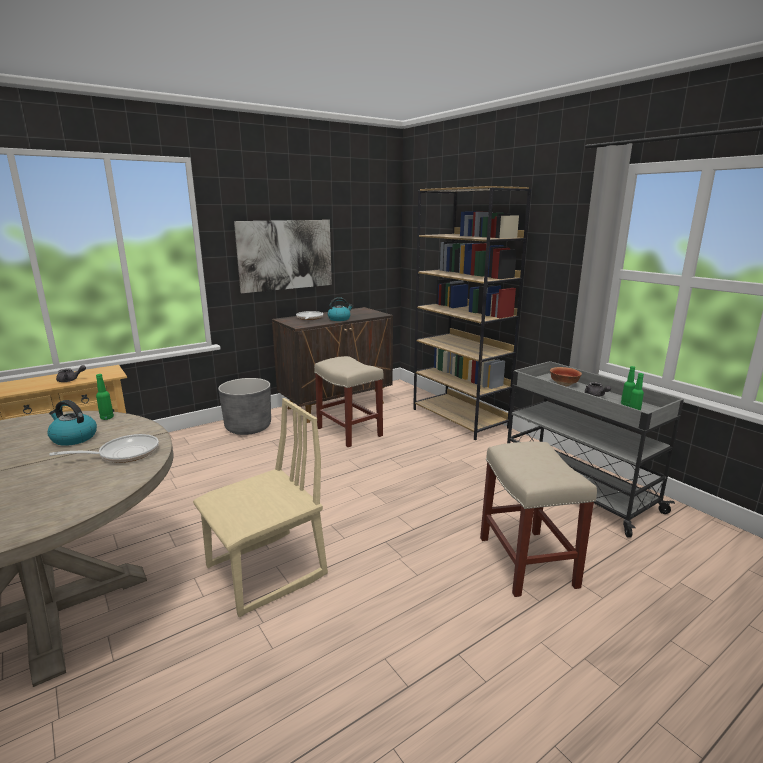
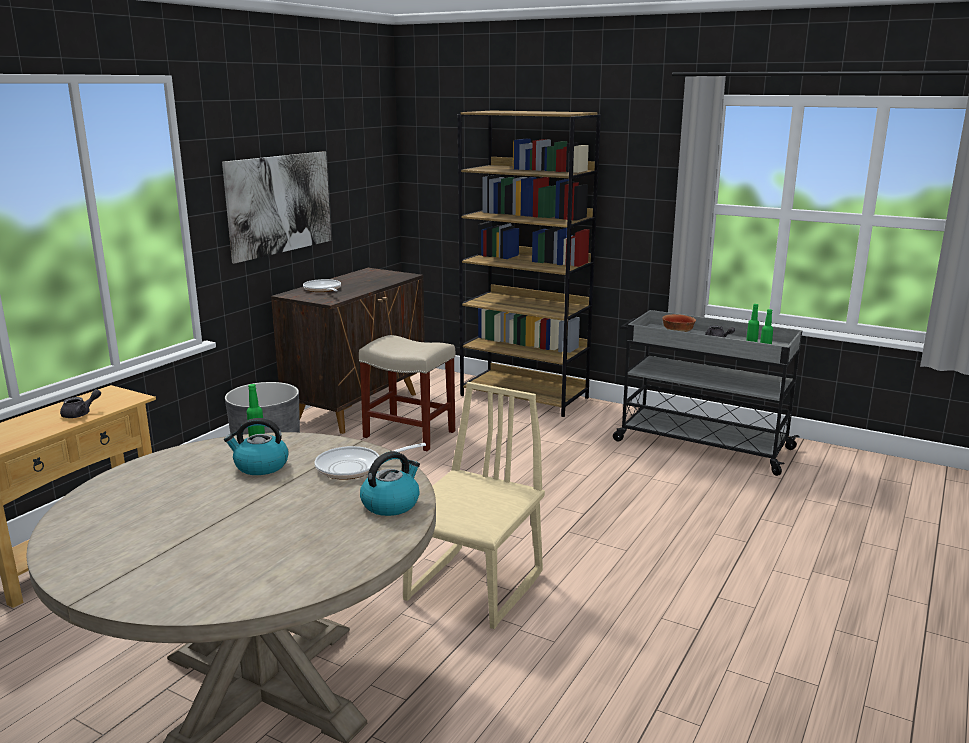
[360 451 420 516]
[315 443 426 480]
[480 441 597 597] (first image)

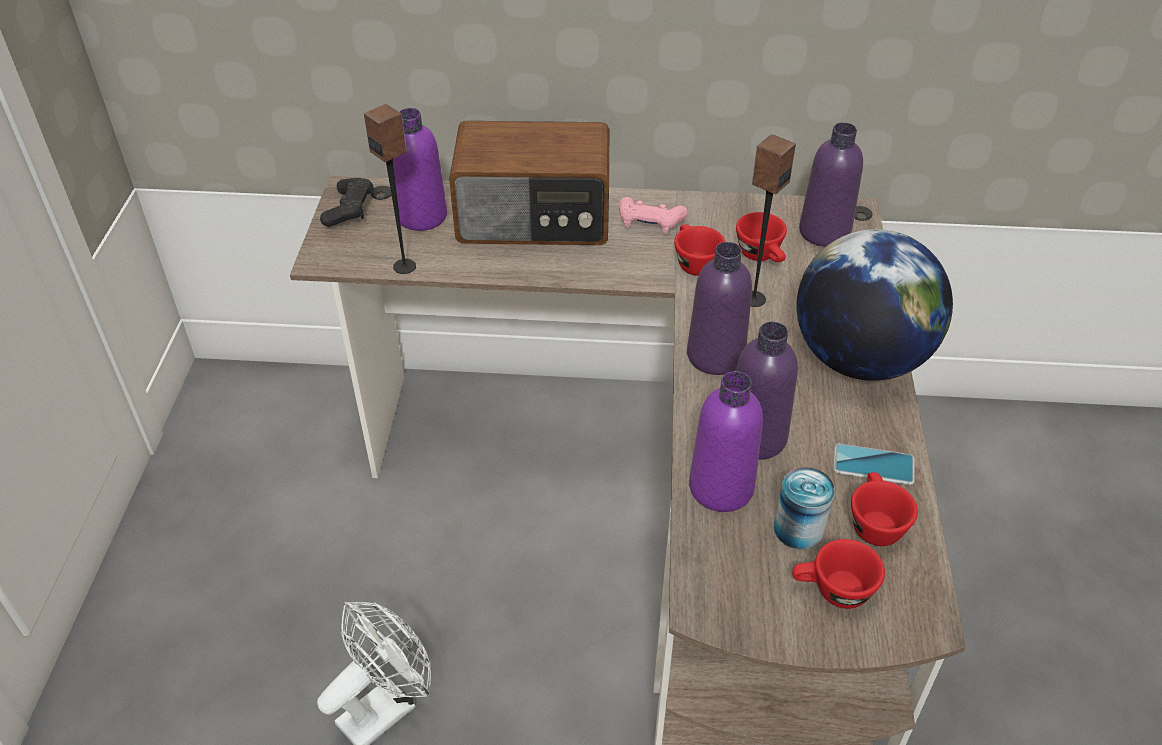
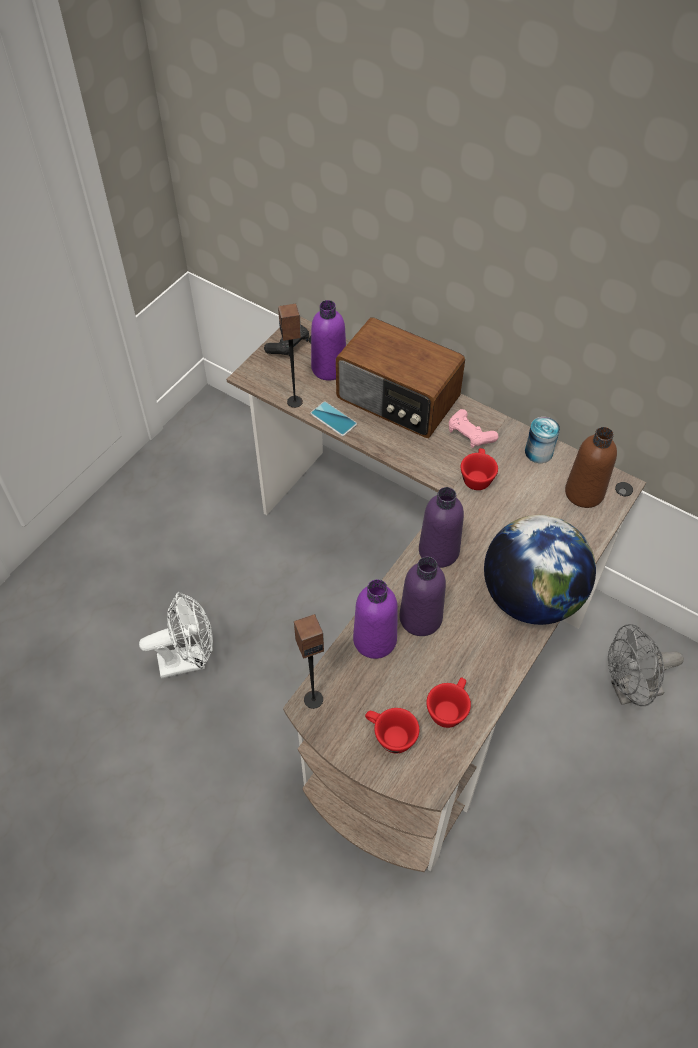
[565 427 617 508]
[294 614 324 709]
[736 212 787 262] (first image)
[310 402 357 436]
[525 417 560 463]
[608 624 684 706]

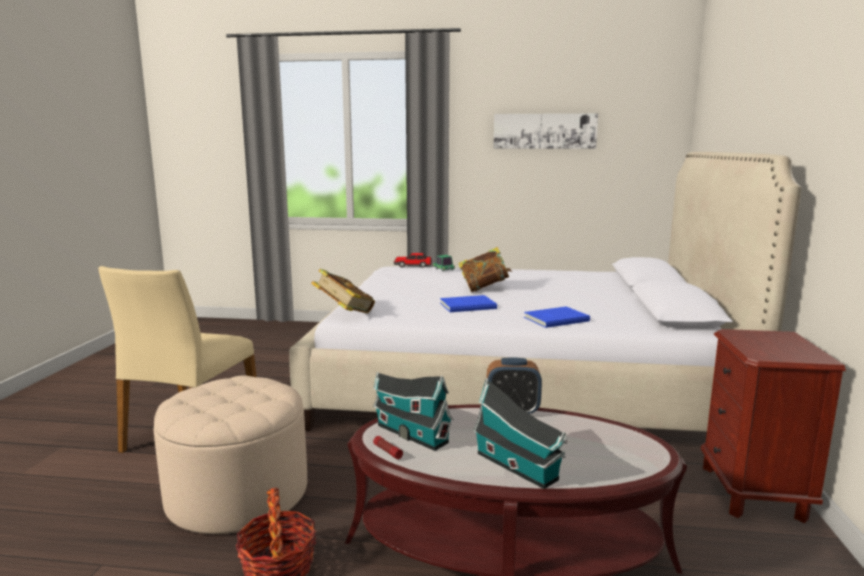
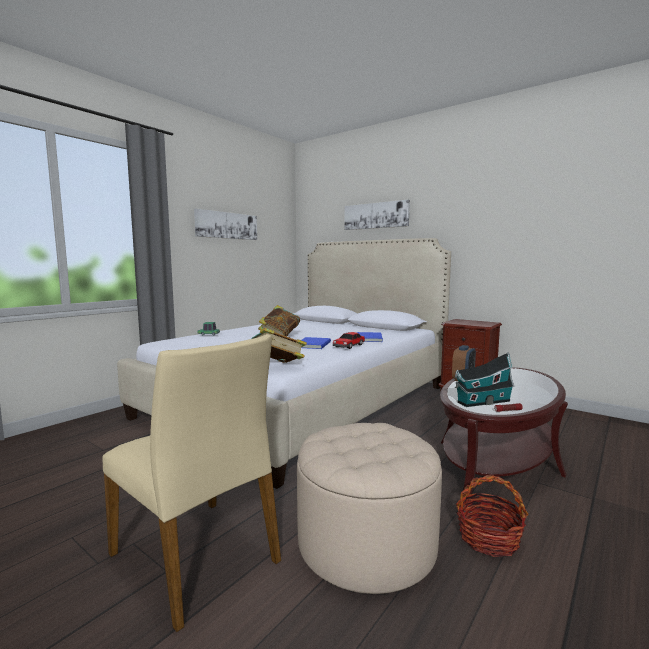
[333 332 365 349]
[473 378 567 489] (first image)
[344 199 410 230]

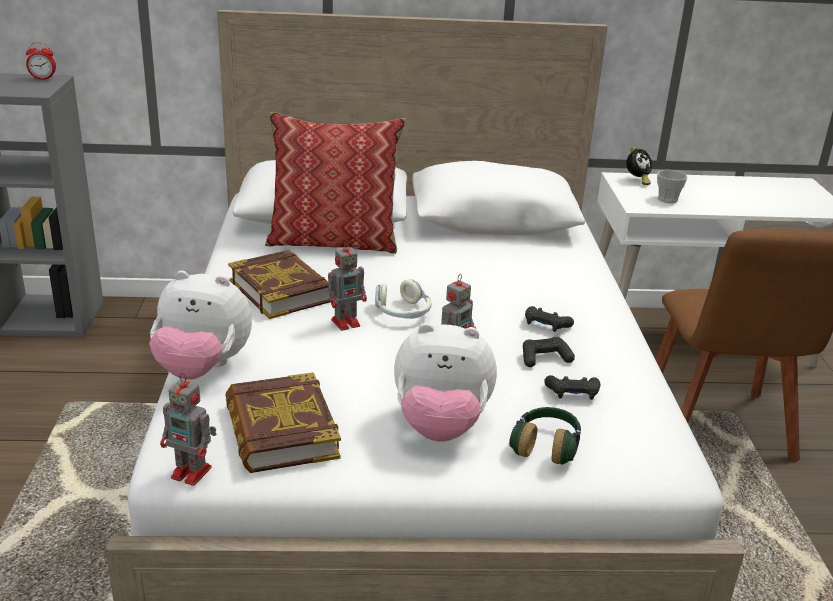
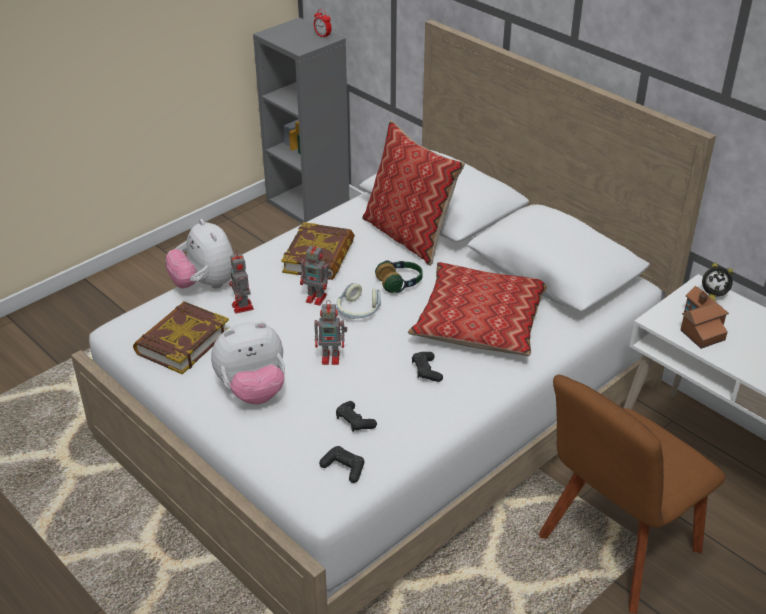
[681 286 729 349]
[211 322 285 404]
[319 446 364 483]
[229 251 254 314]
[375 261 423 293]
[408 262 547 356]

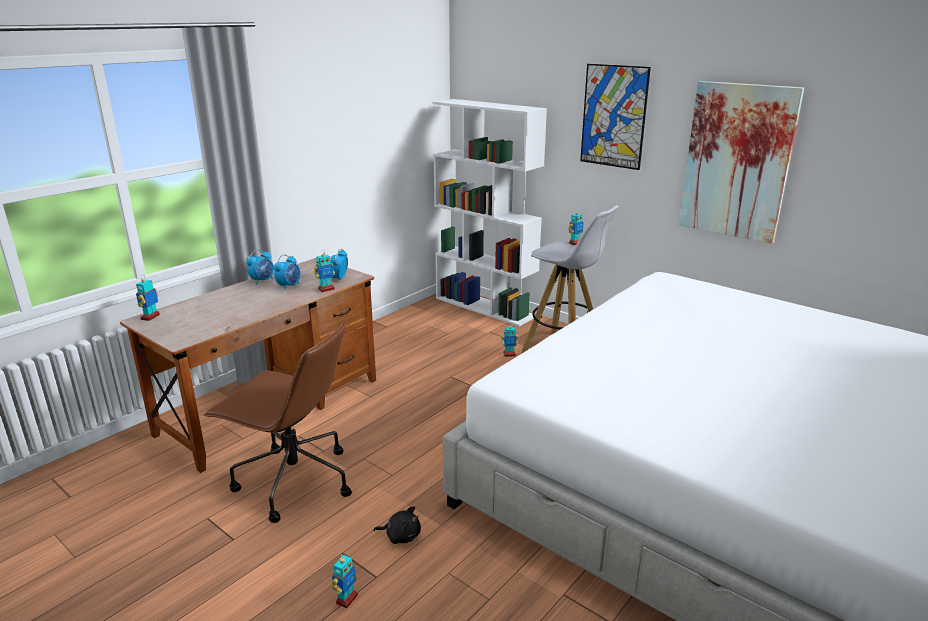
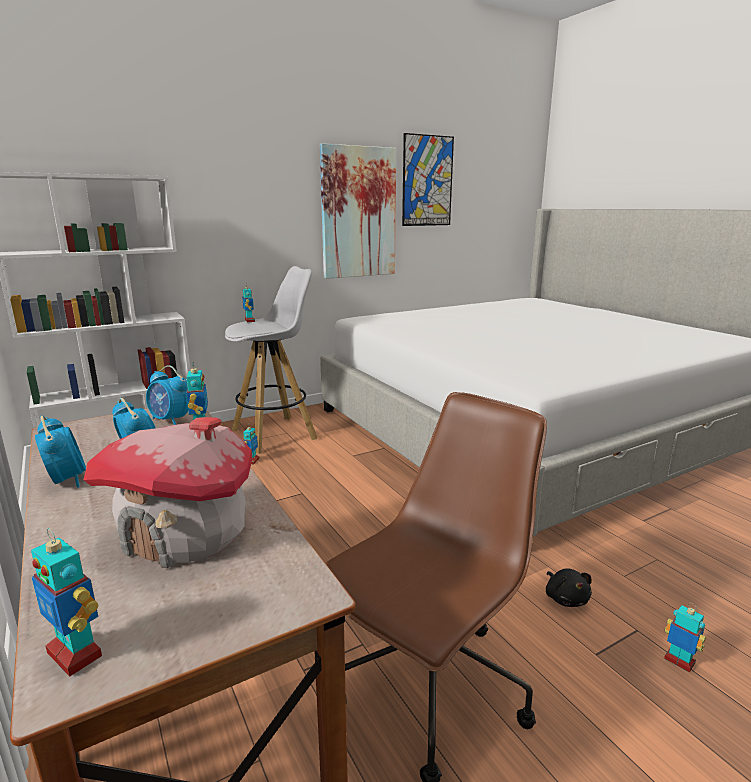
[402 133 454 226]
[546 568 592 607]
[84 417 253 568]

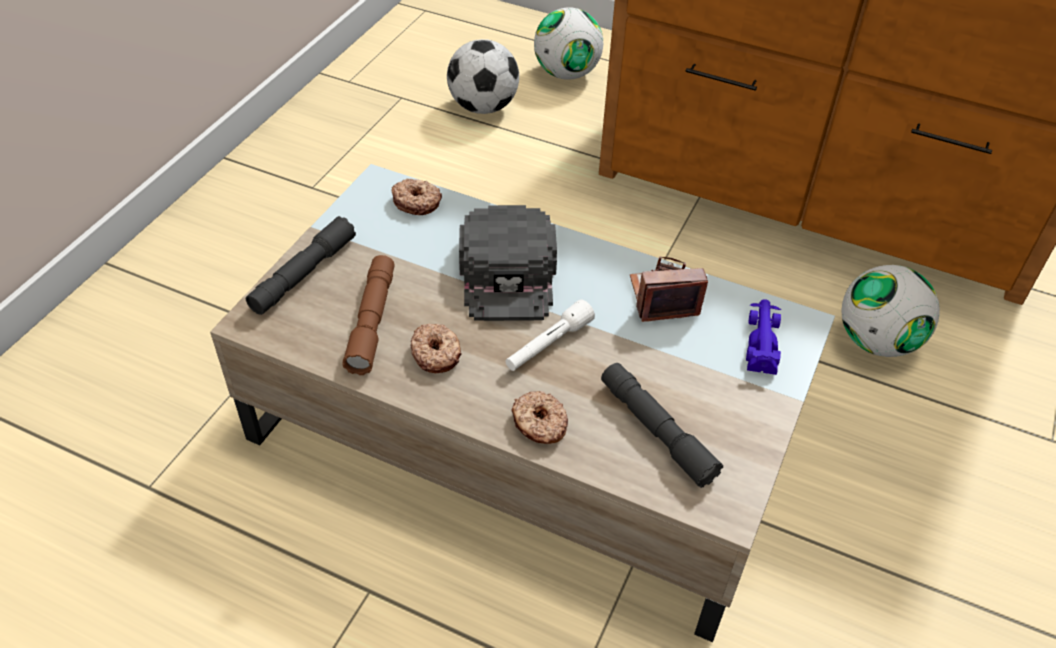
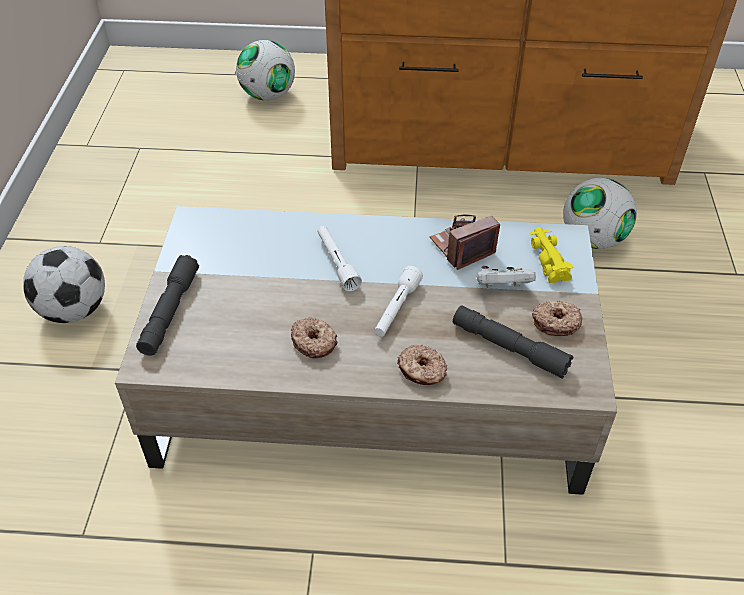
[23 246 105 323]
[532 300 582 336]
[317 226 362 291]
[342 255 395 375] (first image)
[529 227 573 283]
[477 266 536 288]

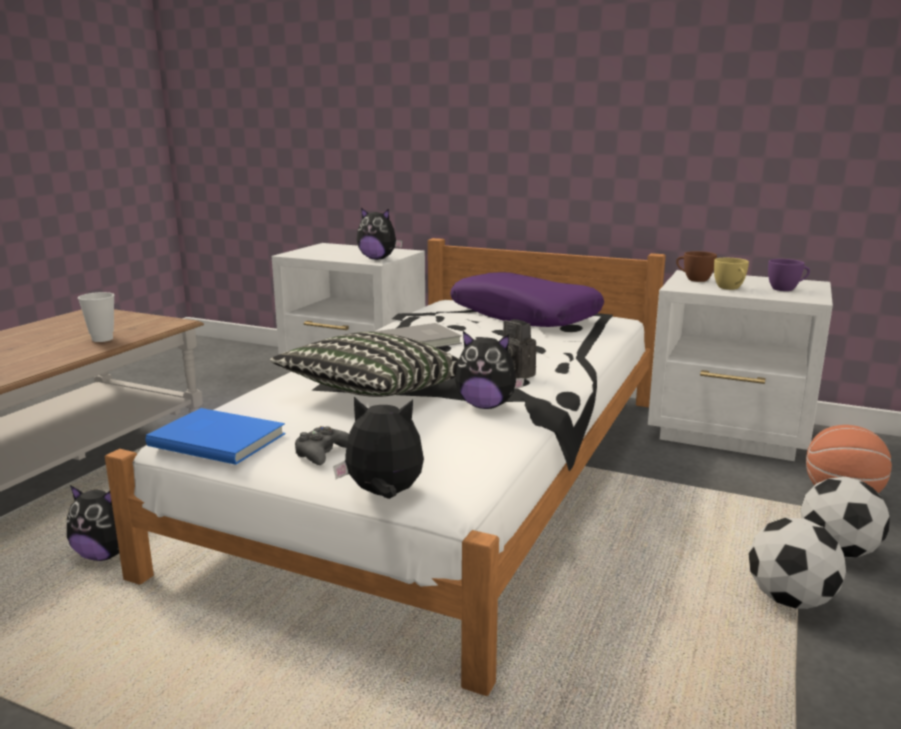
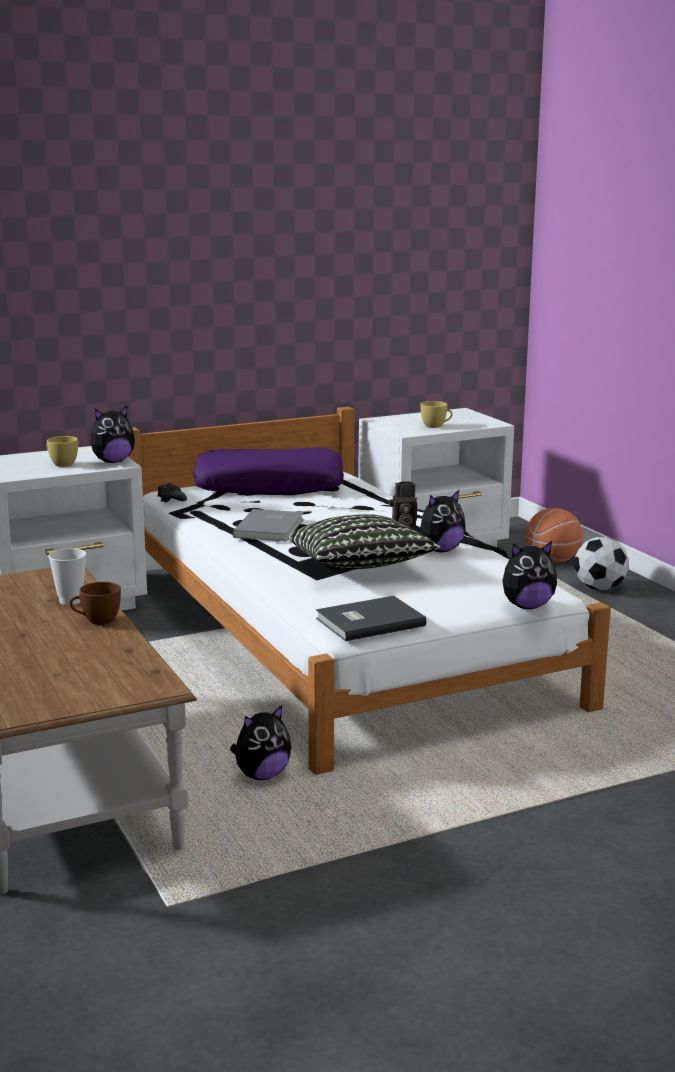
[69 582 121 625]
[768 259 810 291] (first image)
[503 541 557 609]
[316 596 426 641]
[157 483 187 502]
[749 518 846 609] (first image)
[46 436 78 467]

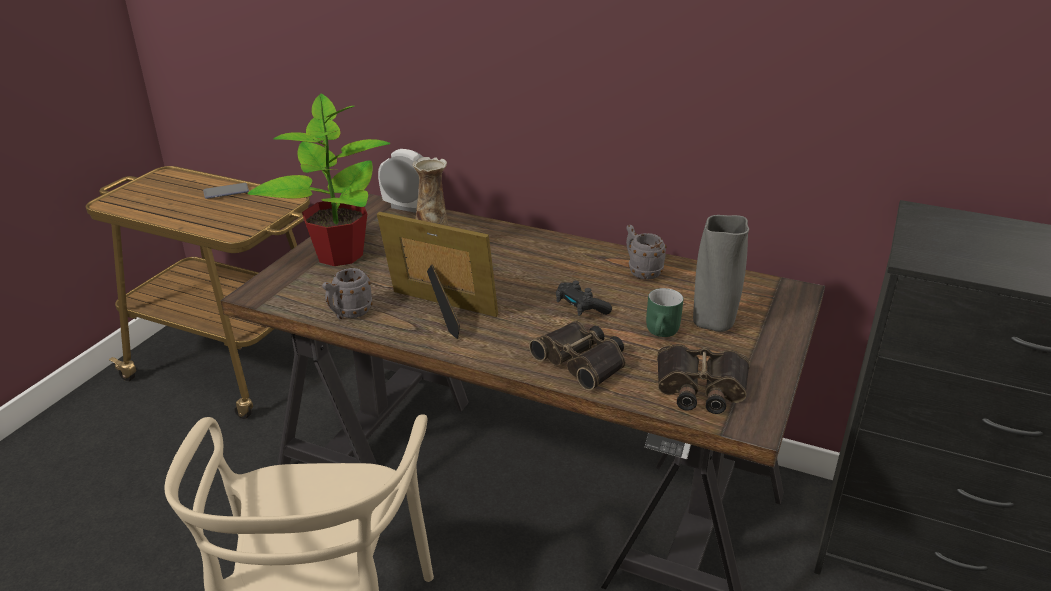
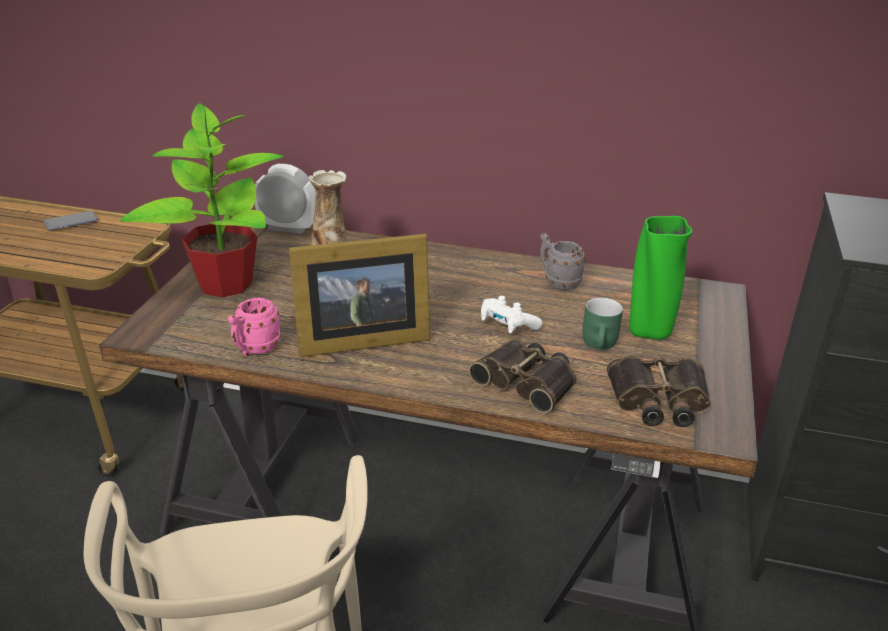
[289 234 430 357]
[629 216 692 340]
[228 297 281 357]
[481 296 542 333]

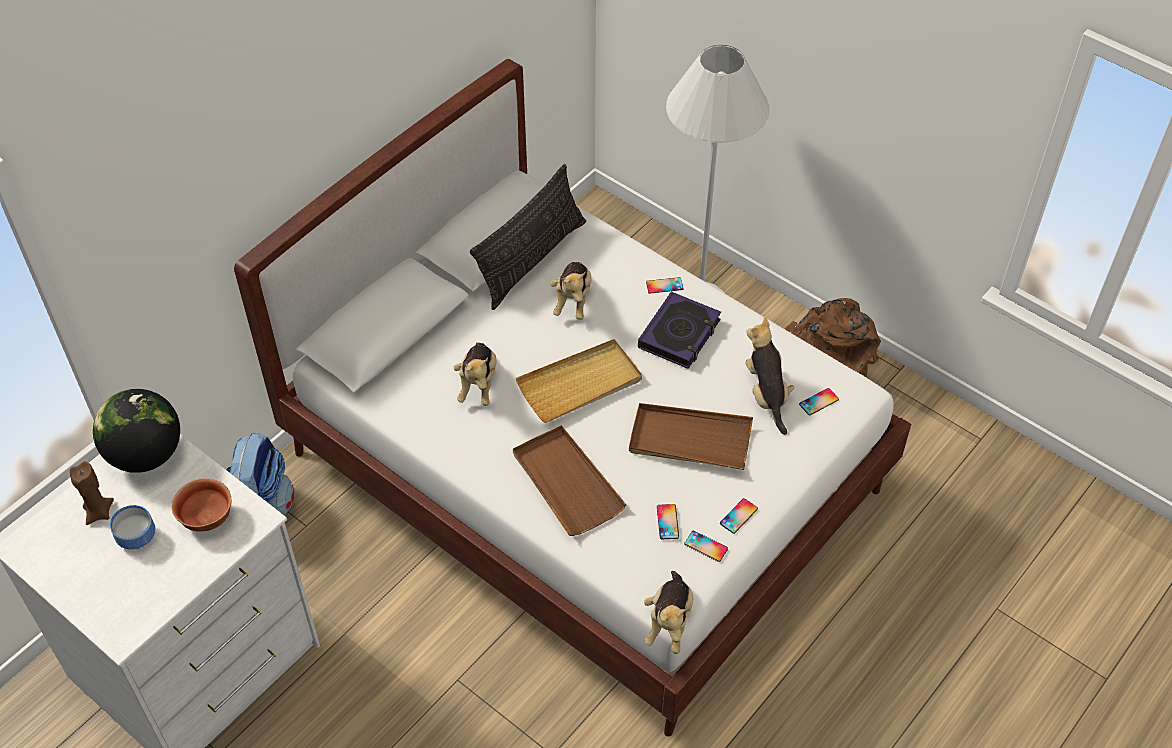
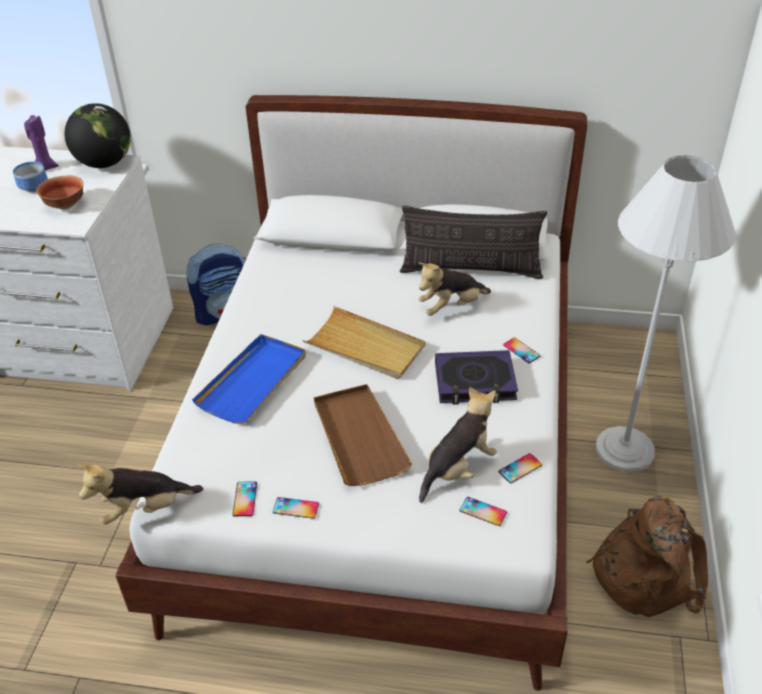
[454 342 497 406] (first image)
[192 334 306 424]
[24 115 59 171]
[499 453 542 483]

